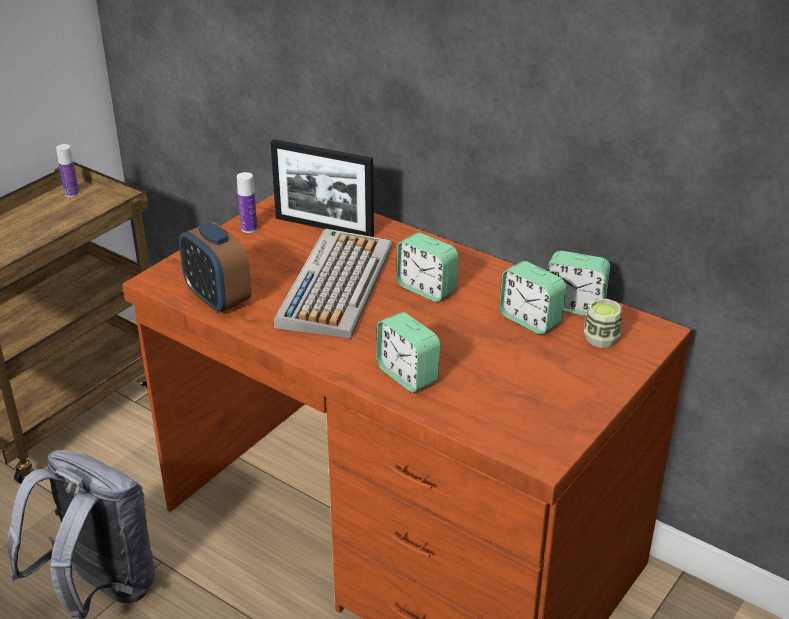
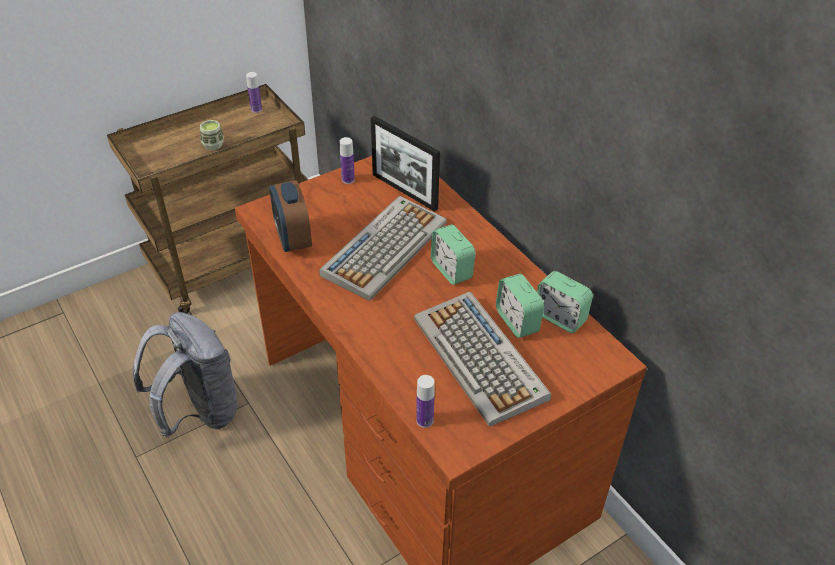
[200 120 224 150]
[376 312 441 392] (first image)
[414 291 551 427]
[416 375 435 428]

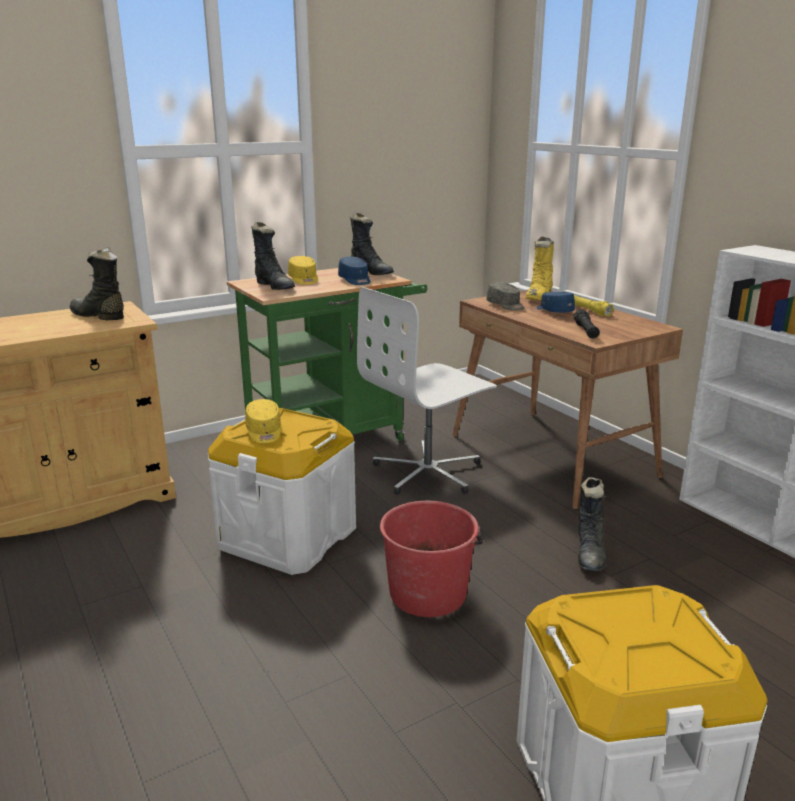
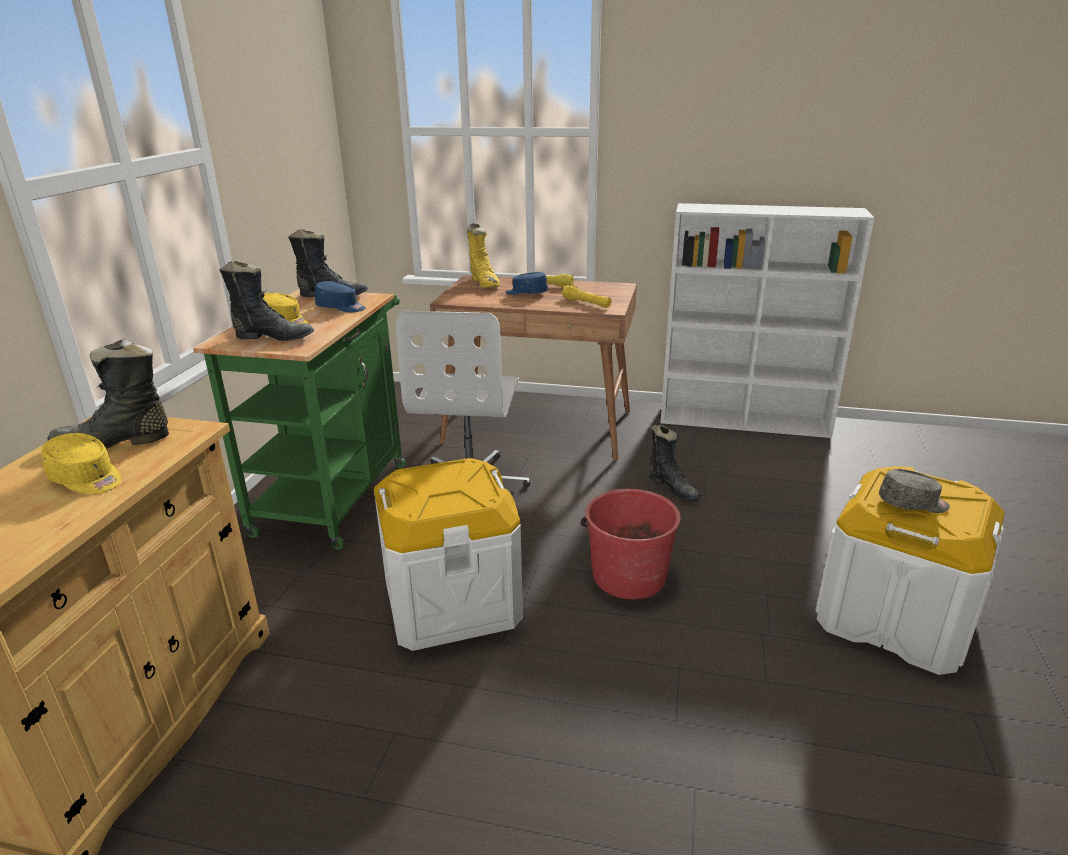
[879 469 950 513]
[561 285 612 308]
[42 433 121 494]

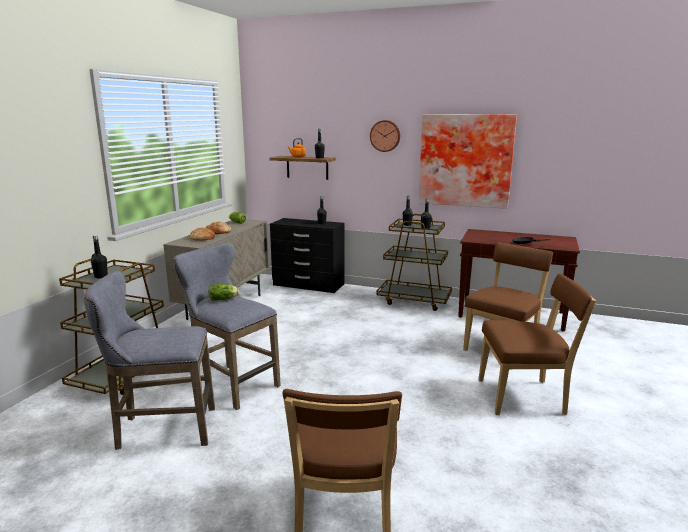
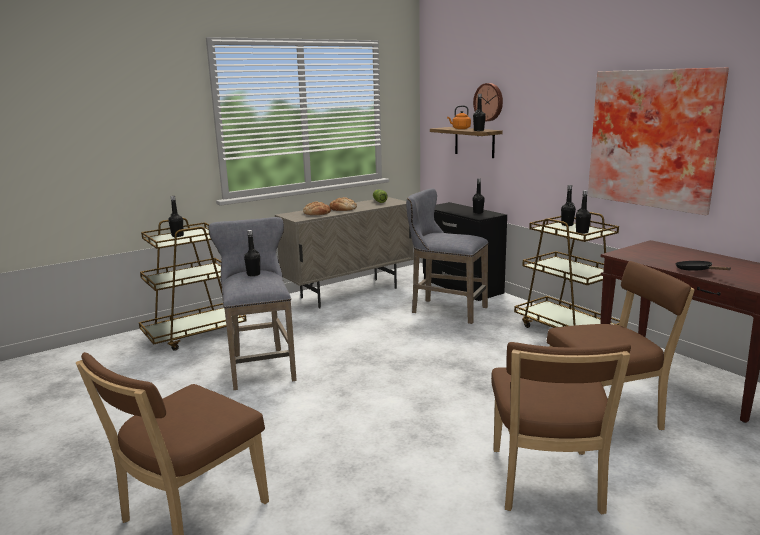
[473 83 503 121]
[406 188 489 324]
[491 342 631 515]
[244 230 260 277]

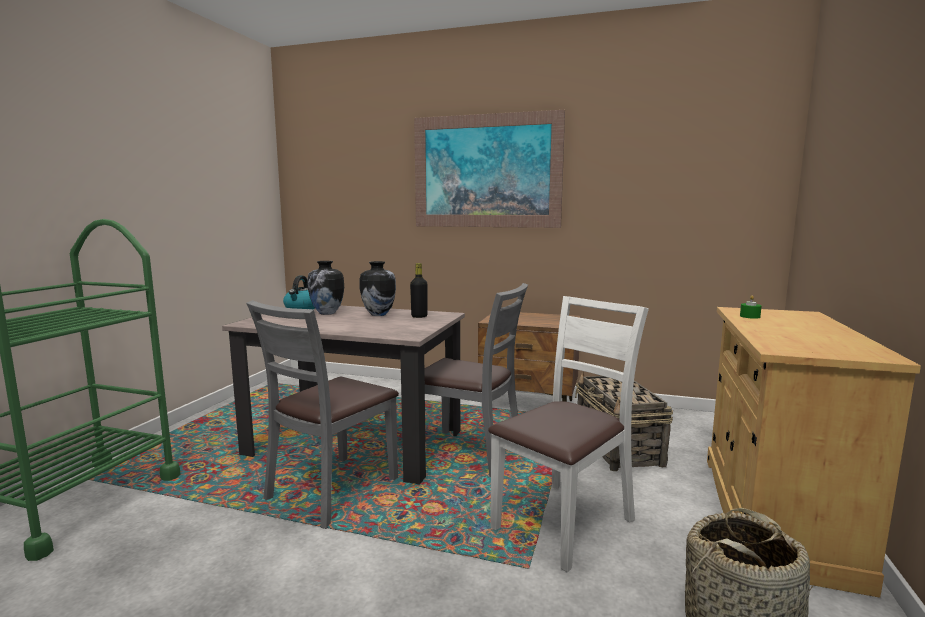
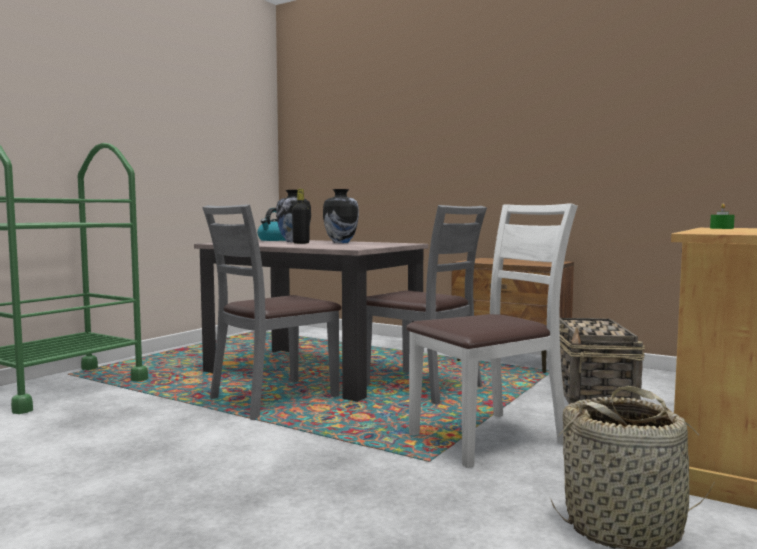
[414 110 565 228] (first image)
[292 189 310 244]

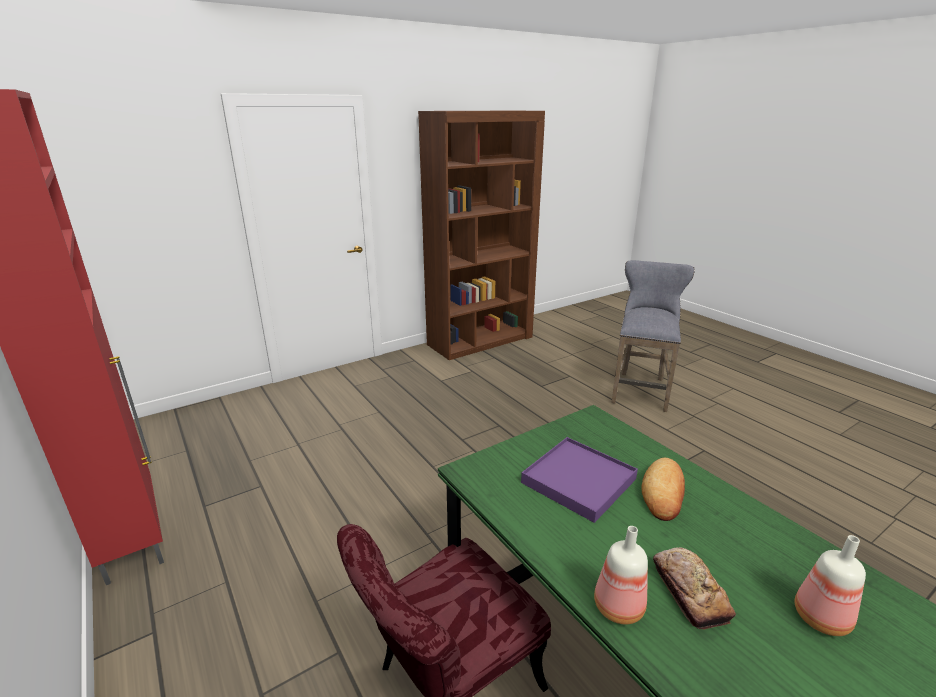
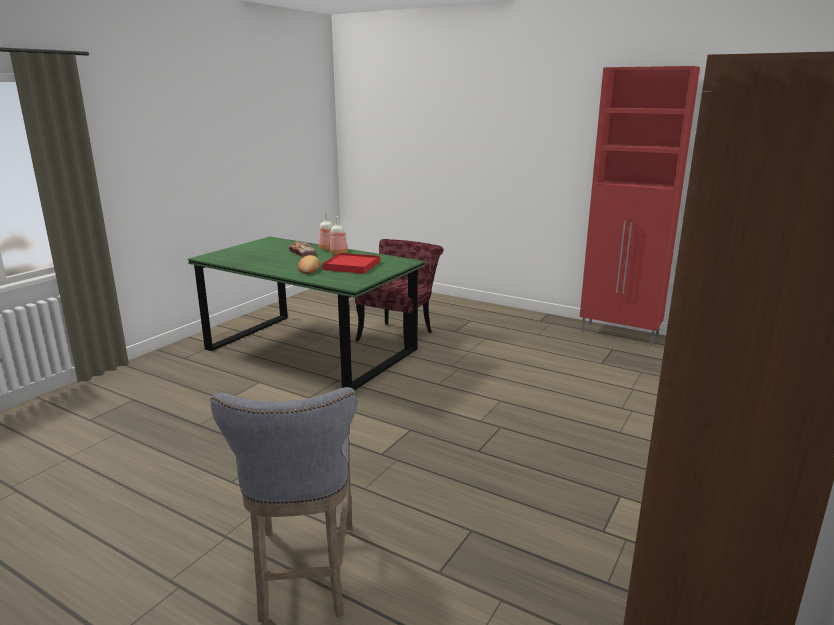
[322 253 380 274]
[329 216 348 255]

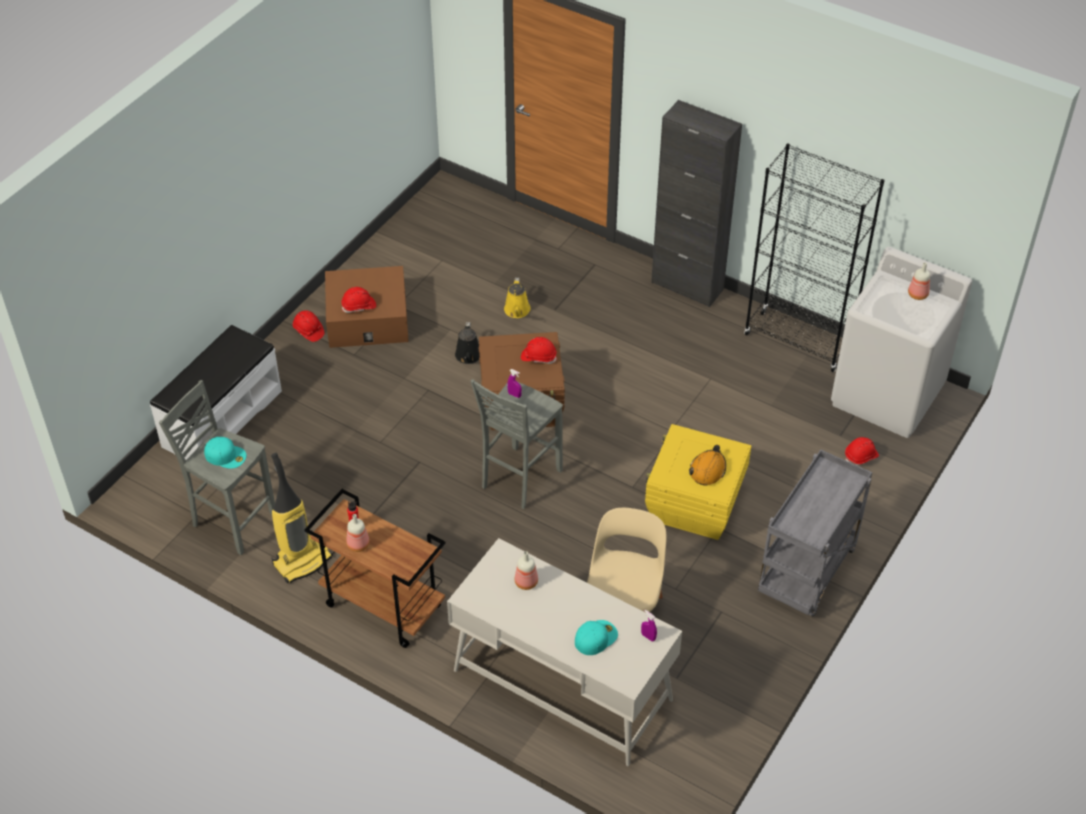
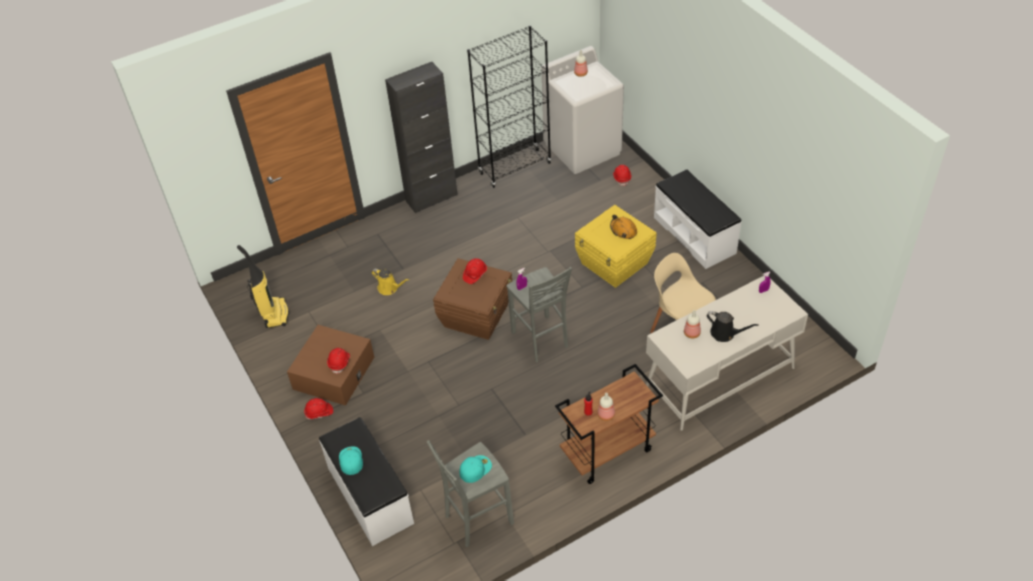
[706 311 759 342]
[654 169 741 269]
[237 245 289 328]
[339 446 363 475]

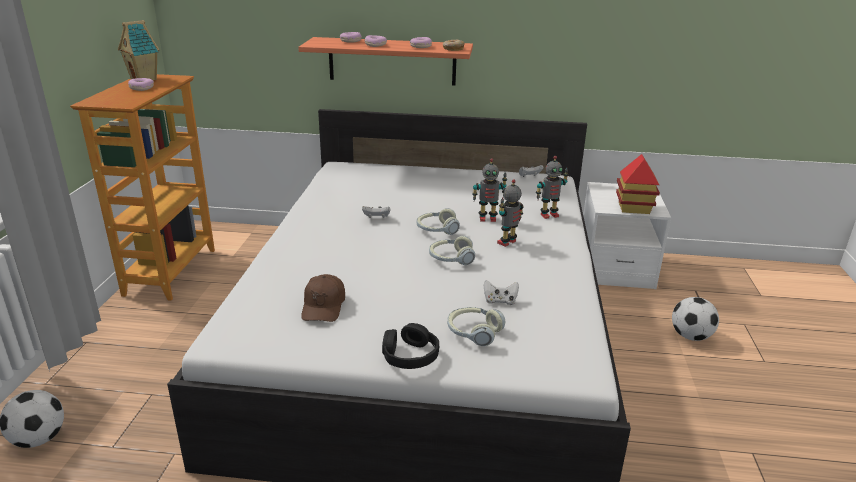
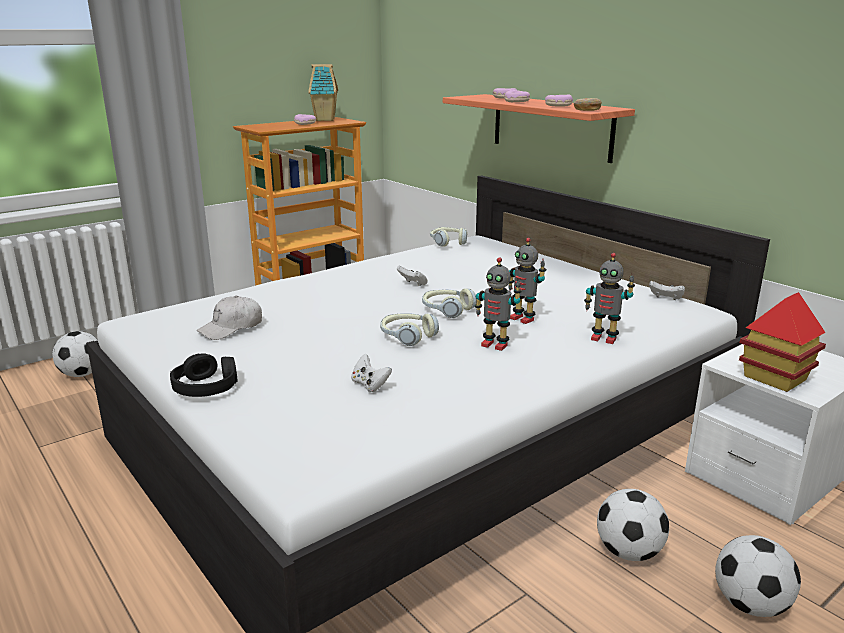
[475 257 522 351]
[196 296 262 340]
[430 227 467 246]
[597 489 669 561]

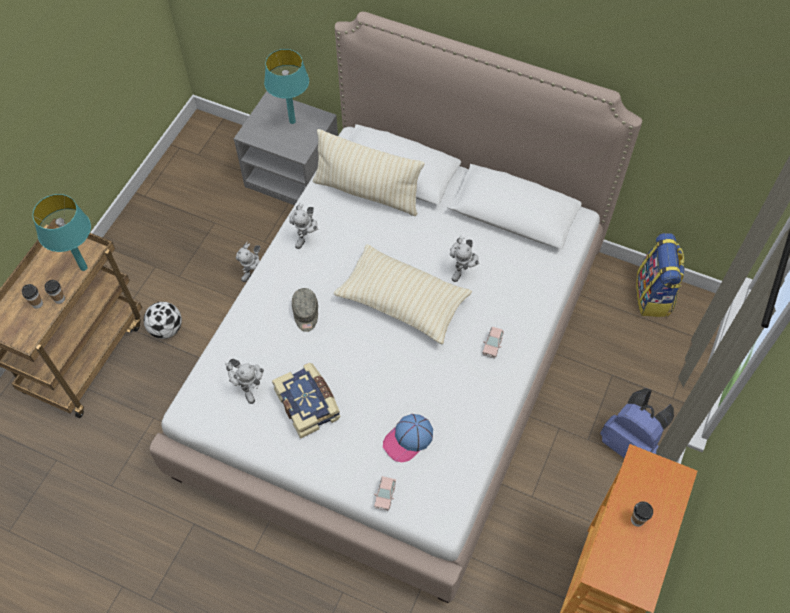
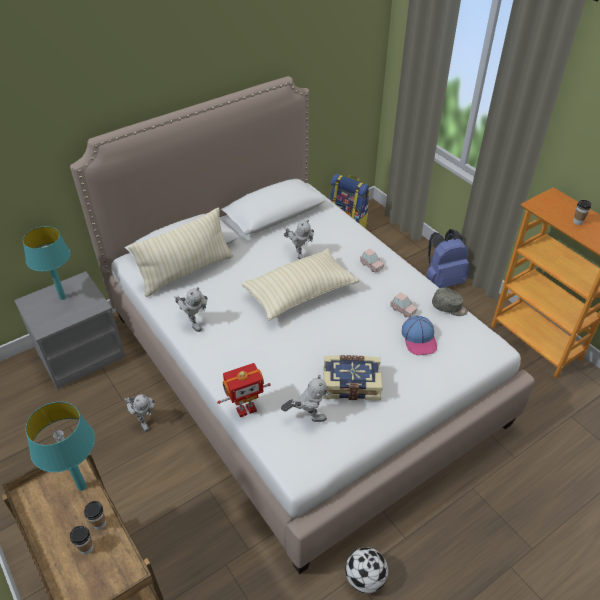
[432 288 468 316]
[345 547 388 593]
[390 292 418 318]
[217 363 271 417]

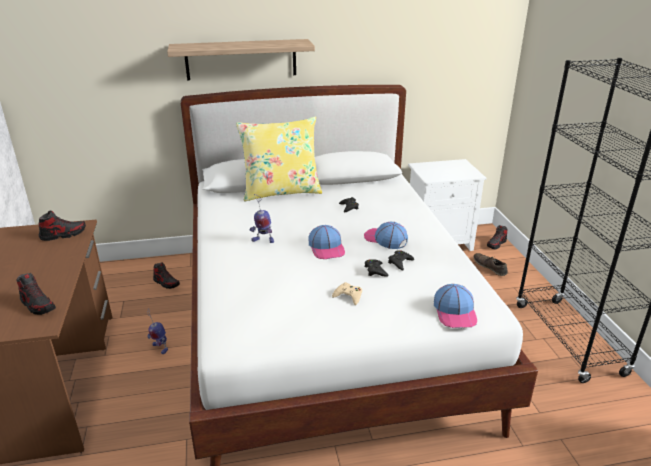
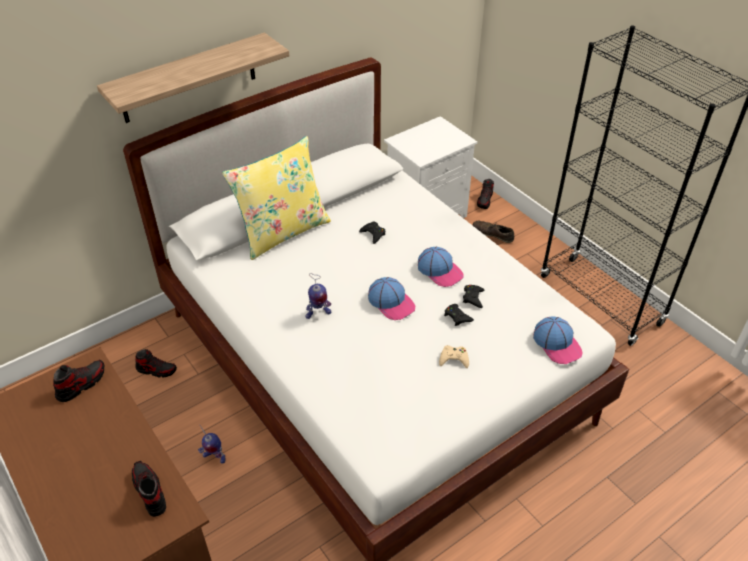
[418 247 464 287]
[132 461 166 517]

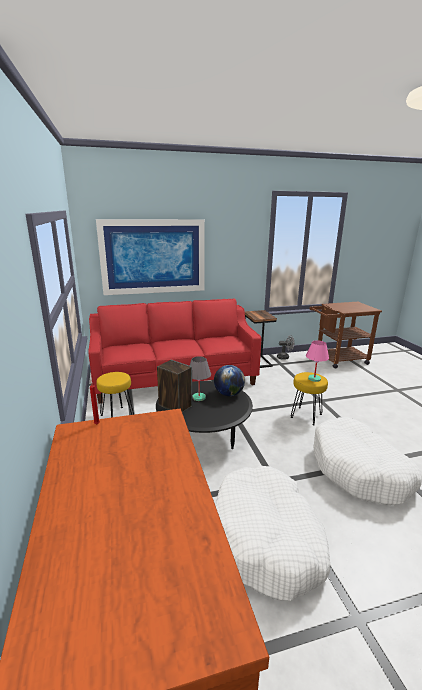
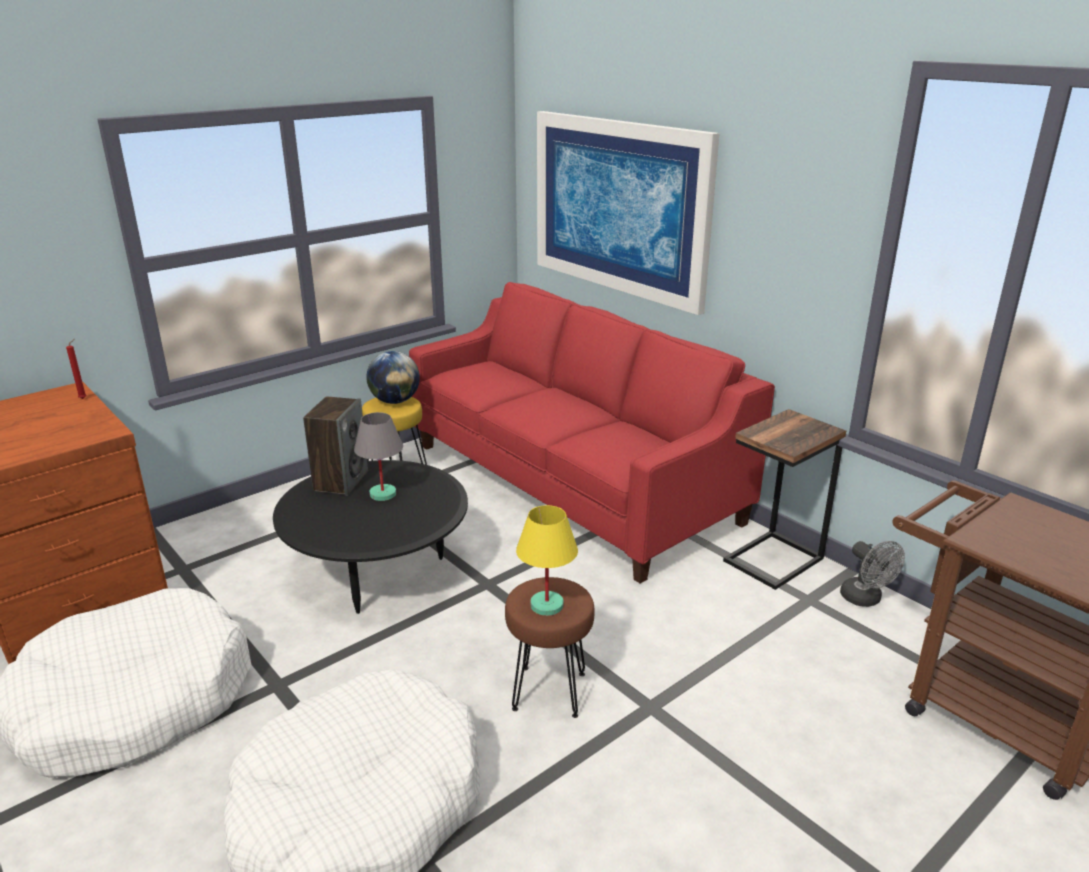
[516 505 578 616]
[366 351 420 404]
[505 577 595 718]

